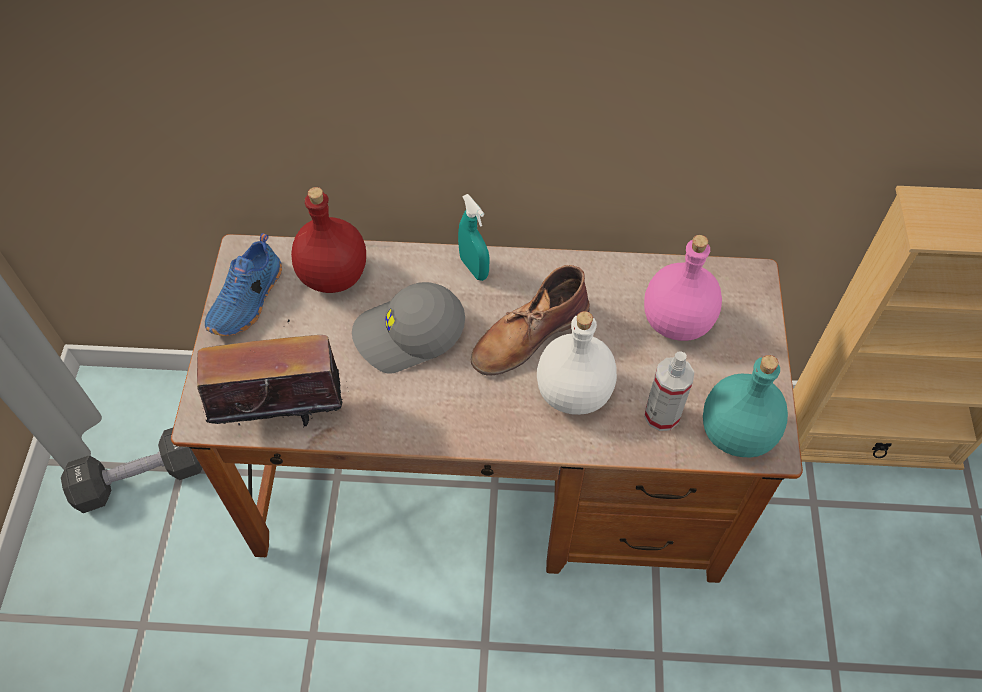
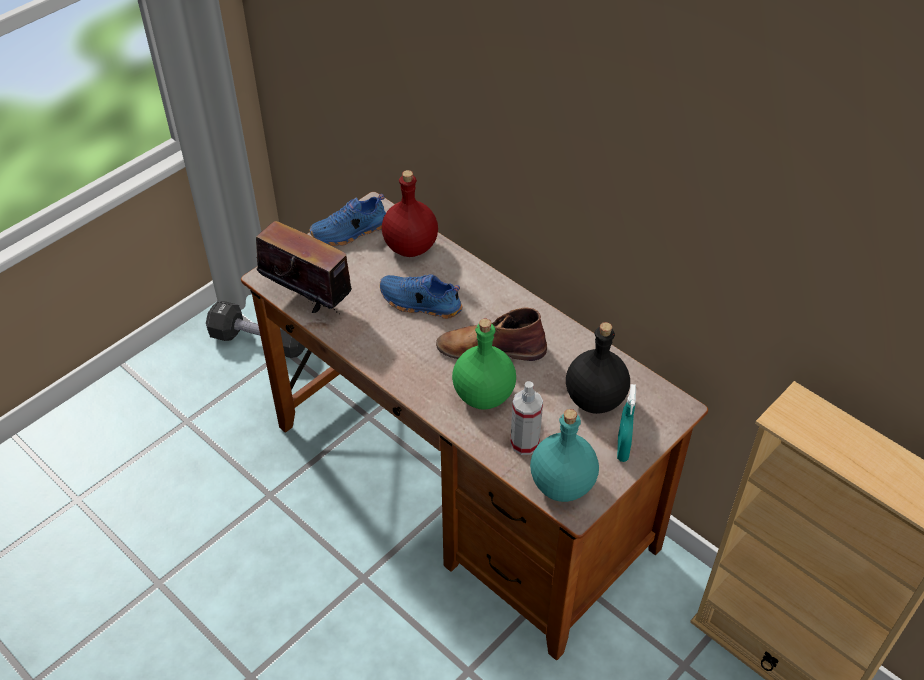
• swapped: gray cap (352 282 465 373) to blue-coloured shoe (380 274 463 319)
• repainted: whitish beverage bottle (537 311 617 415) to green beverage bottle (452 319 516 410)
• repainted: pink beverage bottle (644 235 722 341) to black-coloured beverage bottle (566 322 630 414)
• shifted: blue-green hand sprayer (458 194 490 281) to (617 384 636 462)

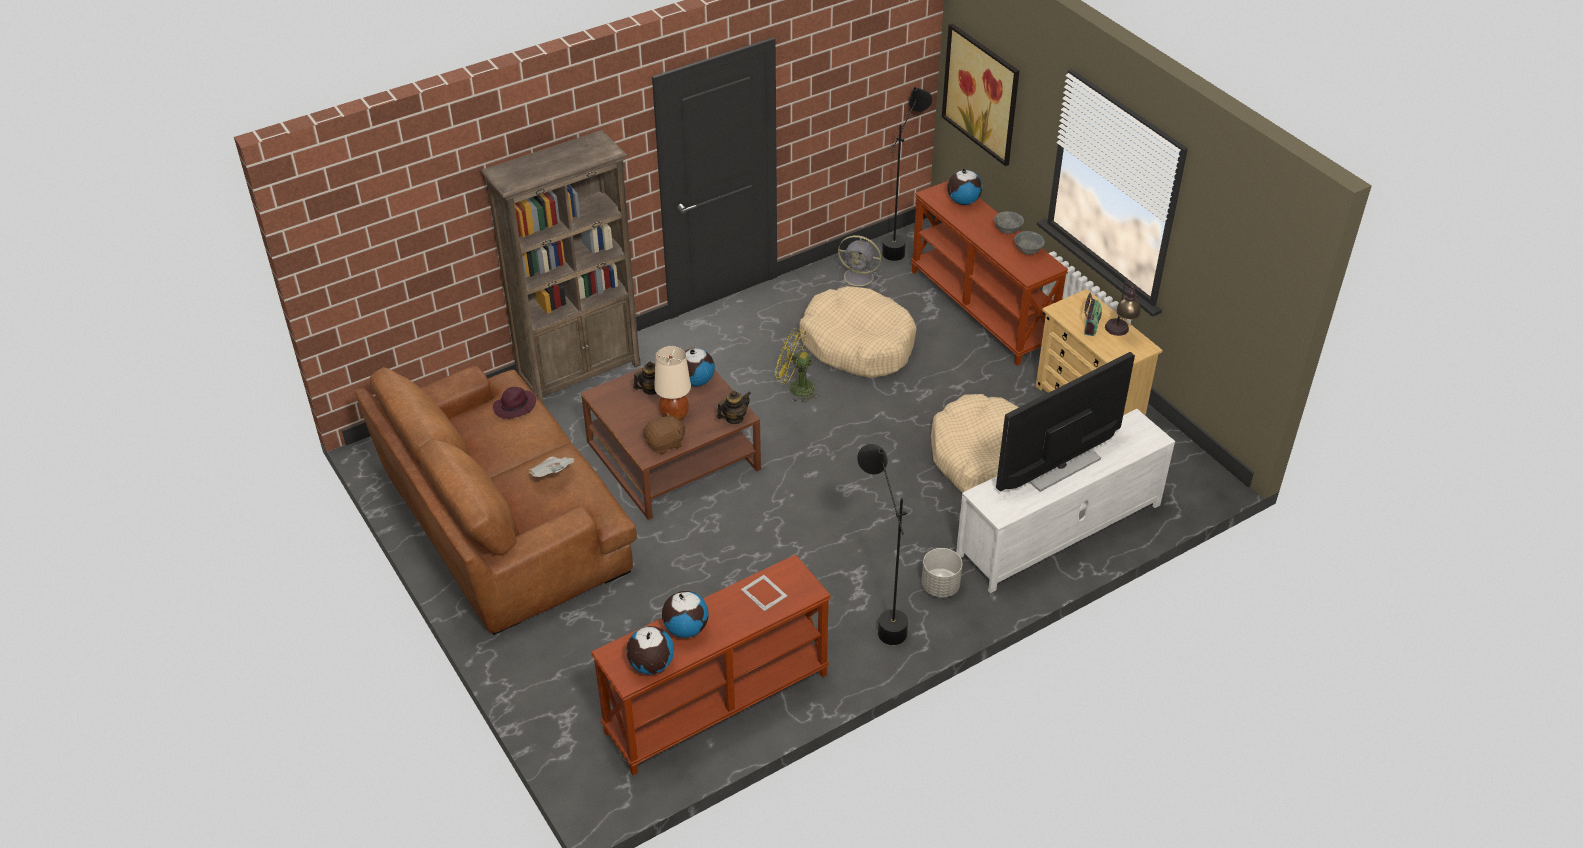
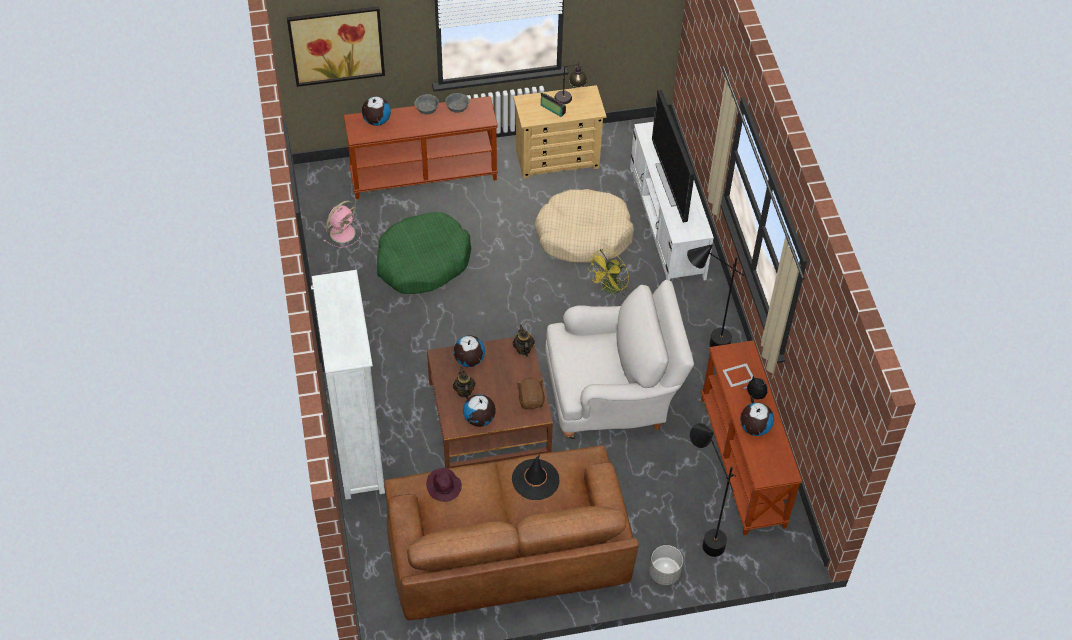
• repainted: brown bookshelf (481 130 641 405) to whitish bookshelf (312 270 385 500)
• repainted: gray fan (837 235 882 289) to pink fan (324 200 362 248)
• repainted: beige pet bed (799 286 916 378) to green pet bed (377 212 471 294)
• shifted: world globe (626 626 674 674) to (463 394 496 427)
• swapped: printed paper (529 457 574 477) to black-coloured hat (512 455 559 500)
• new: whitish easy chair (545 280 694 440)
• shifted: yellow fan (775 328 819 403) to (589 249 629 297)
• shifted: gray plant pot (922 548 962 598) to (650 545 683 585)
• shifted: black-coloured floor lamp (882 87 932 261) to (690 423 735 557)
• new: plush toy (743 375 767 403)
• gone: beige lamp for a table (654 346 691 420)

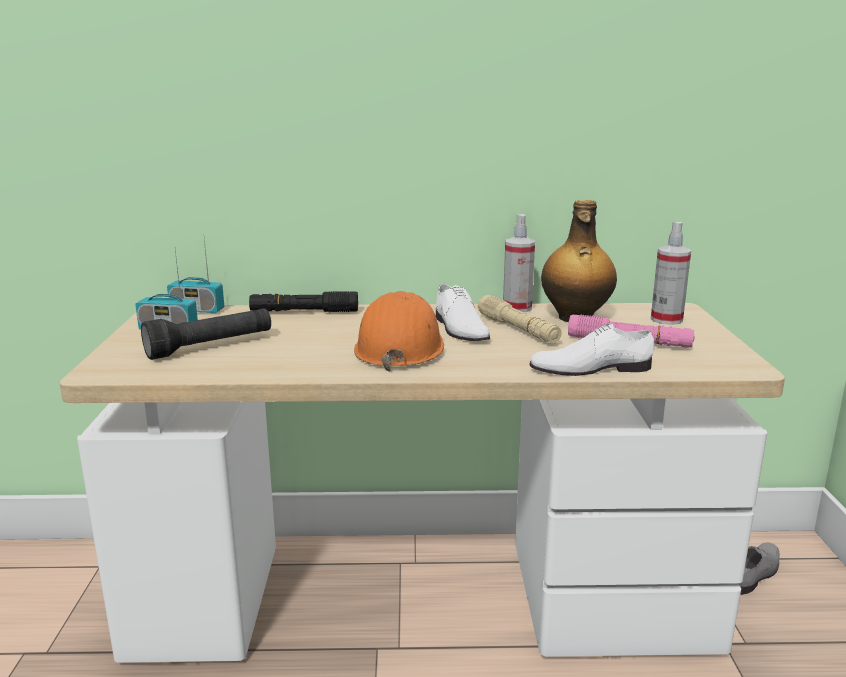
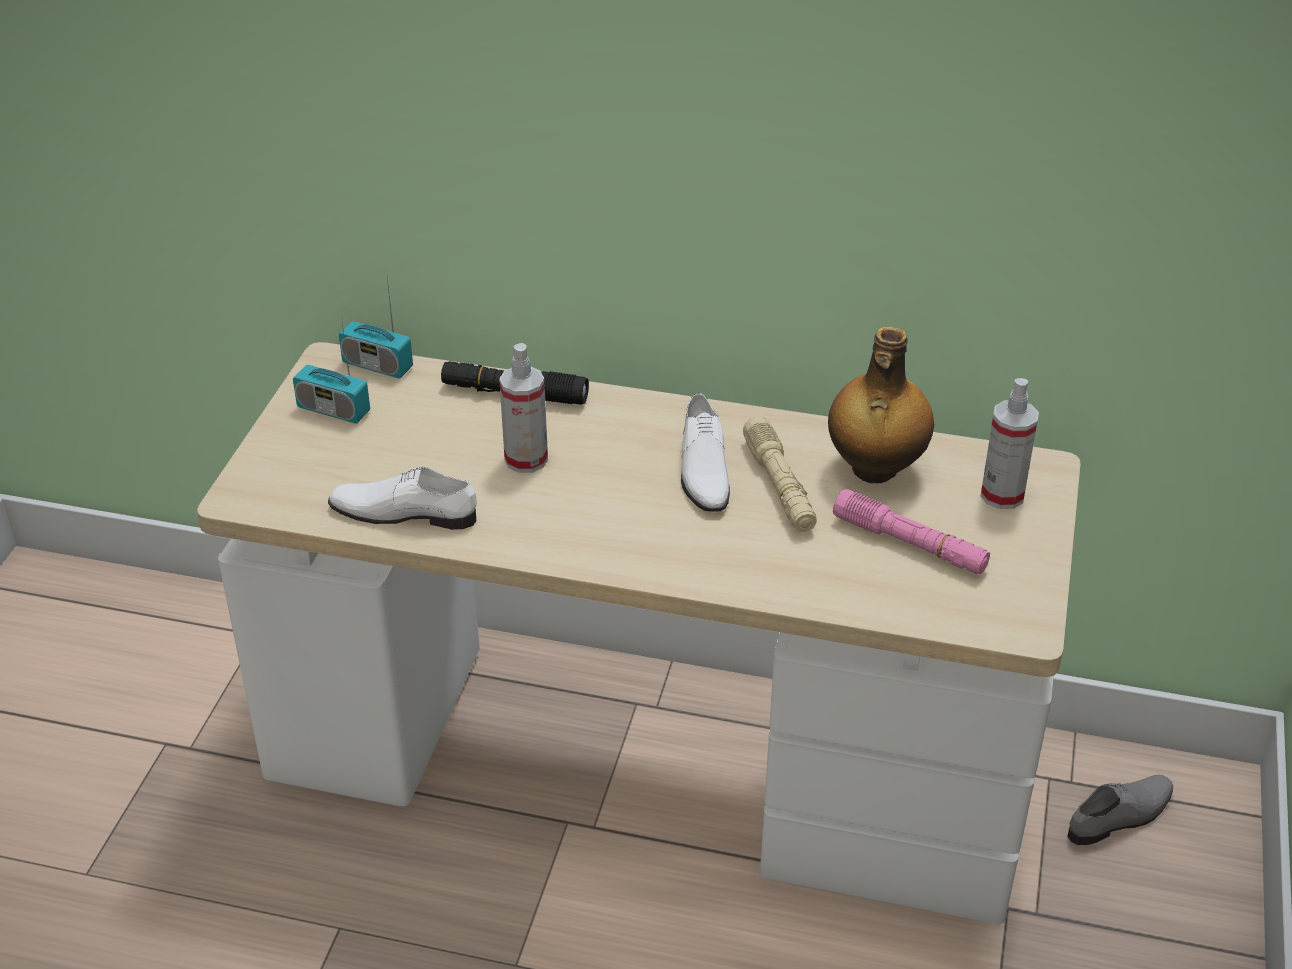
• shifted: whitish shoe (529 324 654 376) to (328 467 477 530)
• shifted: hand sprayer (503 214 535 312) to (499 343 548 473)
• gone: black-coloured flashlight (141 308 271 360)
• gone: orangey hard hat (354 291 444 371)

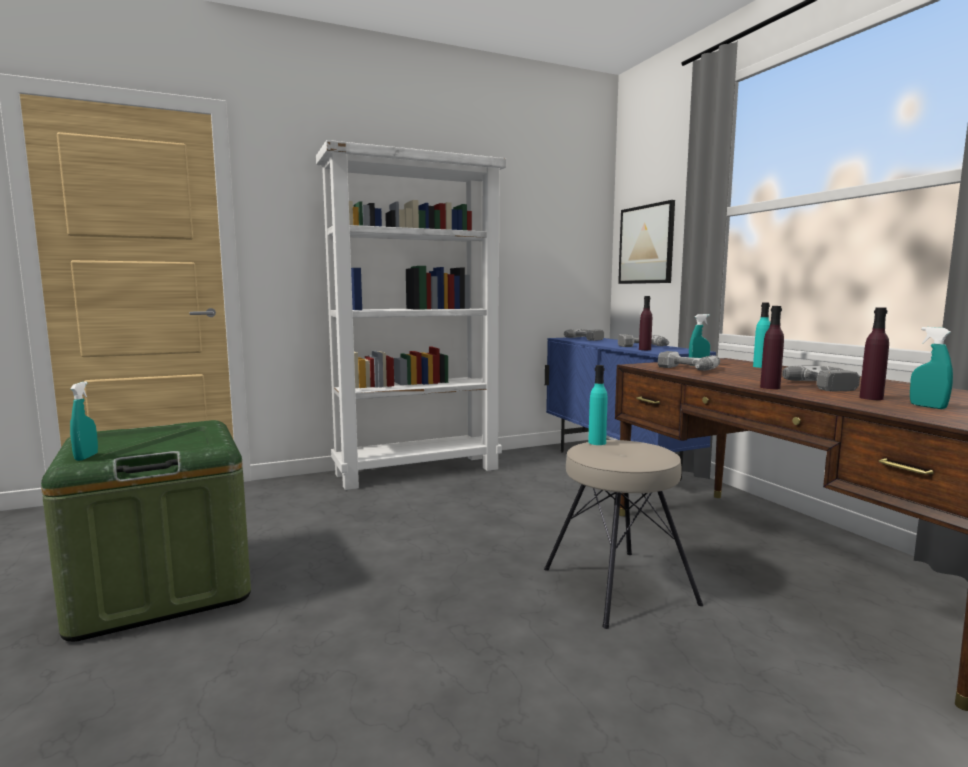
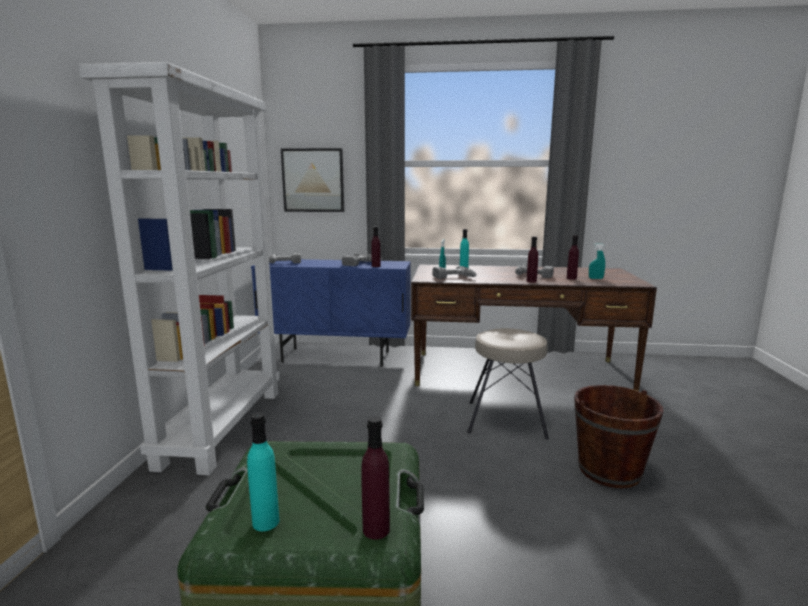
• shifted: blue-green beverage bottle (588 365 607 445) to (247 413 279 531)
• swapped: blue-green hand sprayer (70 382 98 461) to purplish beverage bottle (361 416 390 539)
• new: brown water bucket (574 385 663 488)

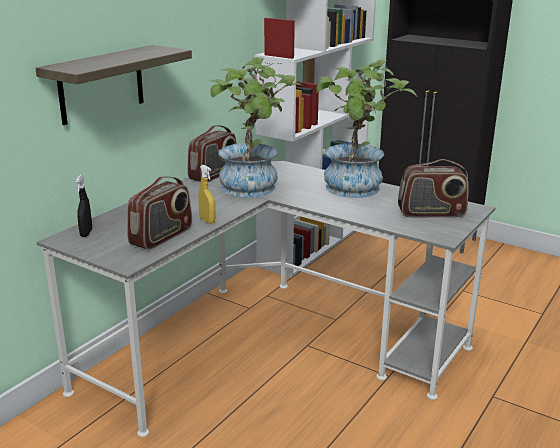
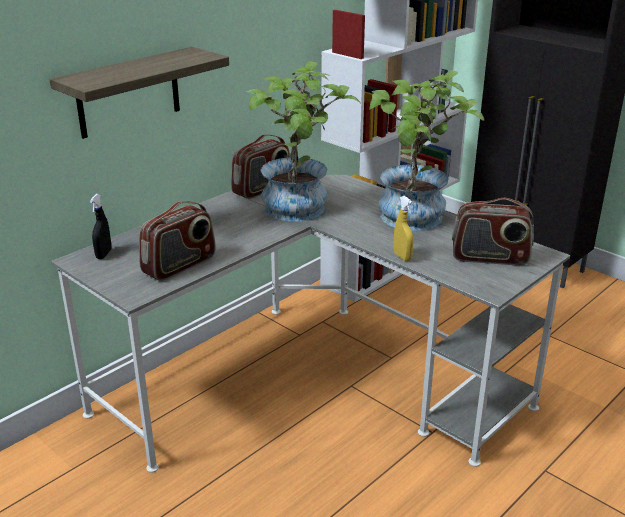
• shifted: yellow hand sprayer (198 165 215 224) to (393 196 413 261)

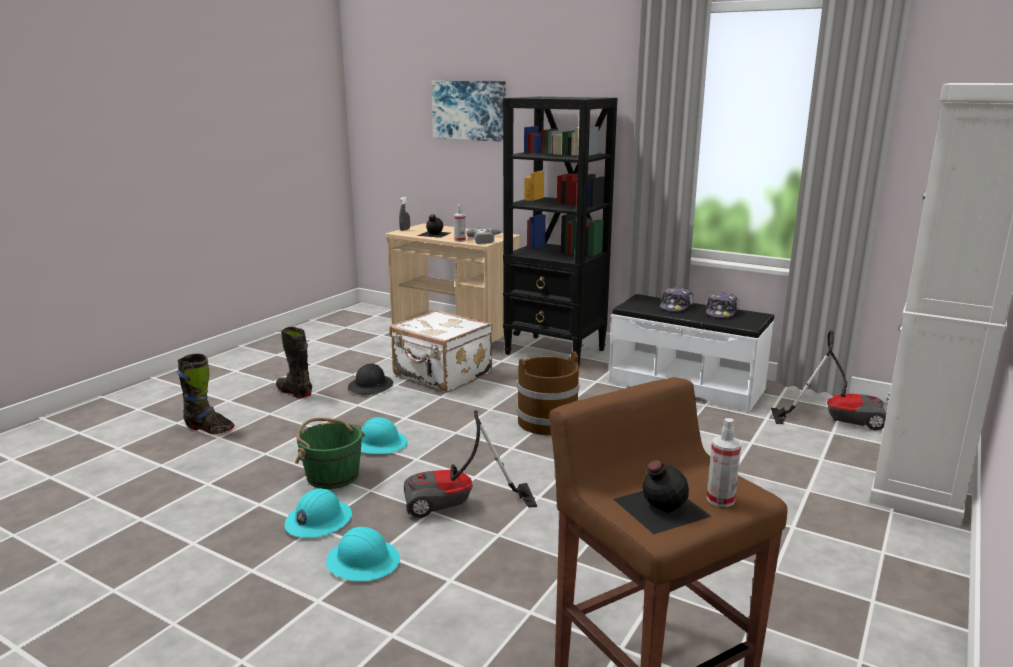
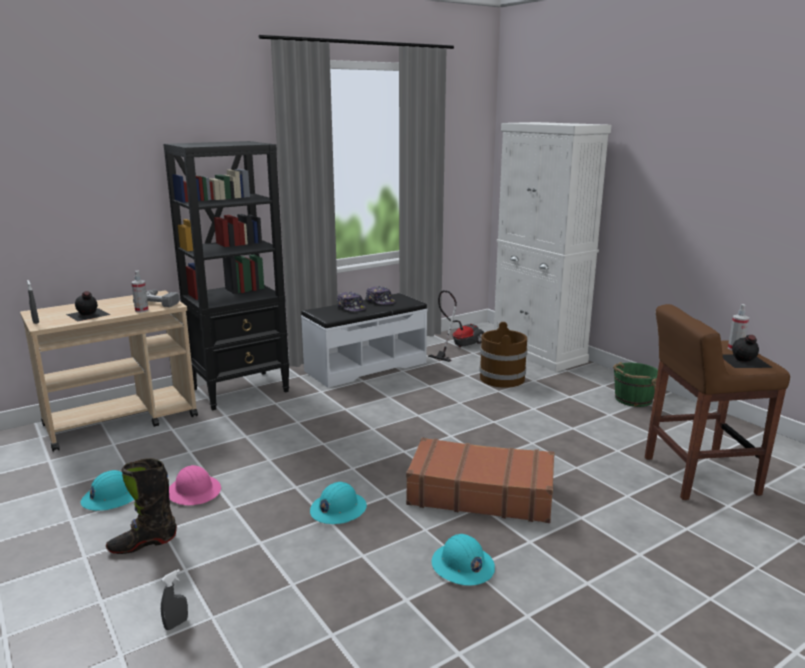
• shifted: blue-green hard hat (326 527 400 581) to (81 470 134 511)
• swapped: black-coloured boot (177 353 234 434) to gray hand sprayer (161 569 188 630)
• repainted: black-coloured hard hat (348 364 393 394) to pink hard hat (169 465 221 505)
• swapped: hoover (404 410 537 518) to brown piece of luggage (406 438 555 523)
• shifted: brown water bucket (517 351 580 435) to (479 322 527 388)
• shifted: green water bucket (295 418 365 489) to (613 362 658 407)
• gone: whitish piece of luggage (389 310 492 392)
• gone: picture (432 81 506 142)

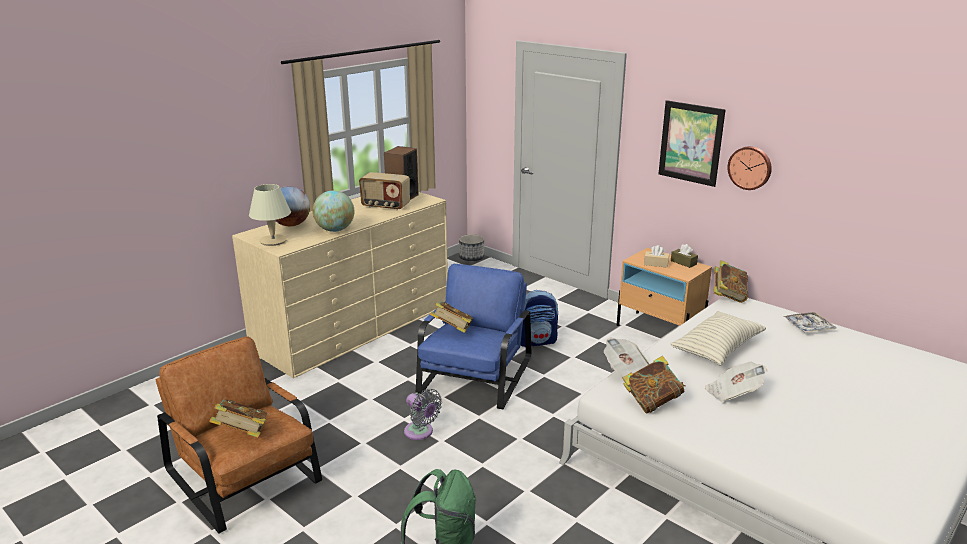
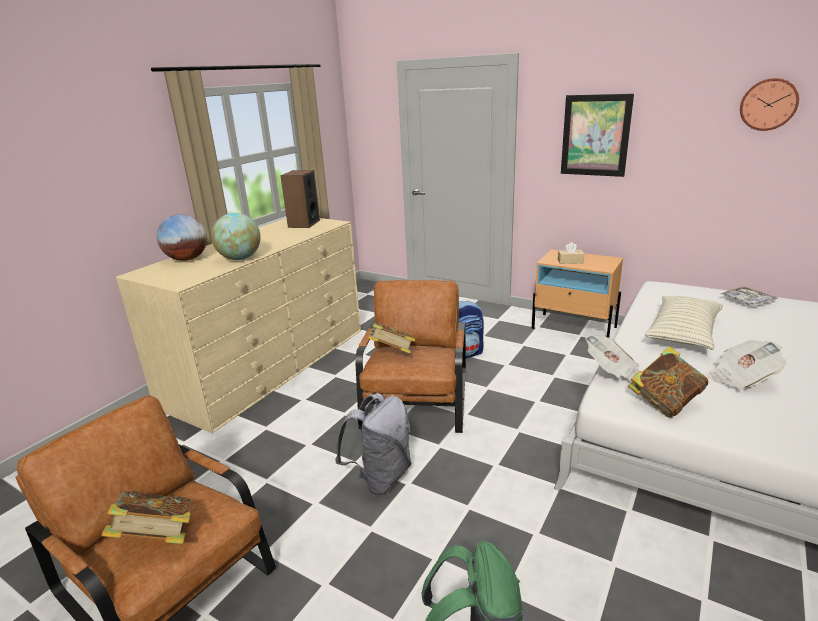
• swapped: gray fan (404 389 442 440) to gray rucksack (335 393 411 495)
• repainted: blue-coloured easy chair (416 264 531 409) to brown easy chair (355 280 466 433)
• shifted: wall clock (727 146 772 190) to (740 78 799 131)
• gone: beige lamp for a table (249 184 291 246)
• gone: radio receiver (359 172 410 210)
• gone: plant pot (459 234 484 261)
• gone: brown tissue holder (671 244 698 268)
• gone: book (714 260 748 303)

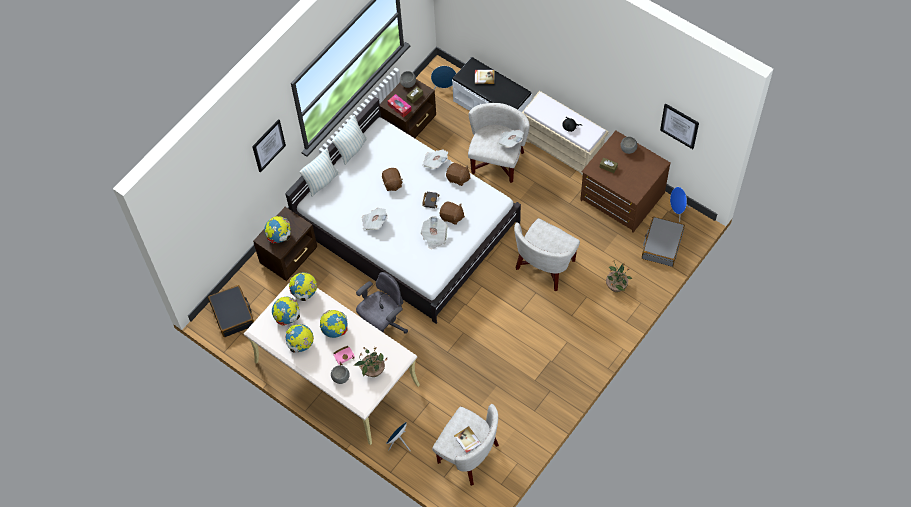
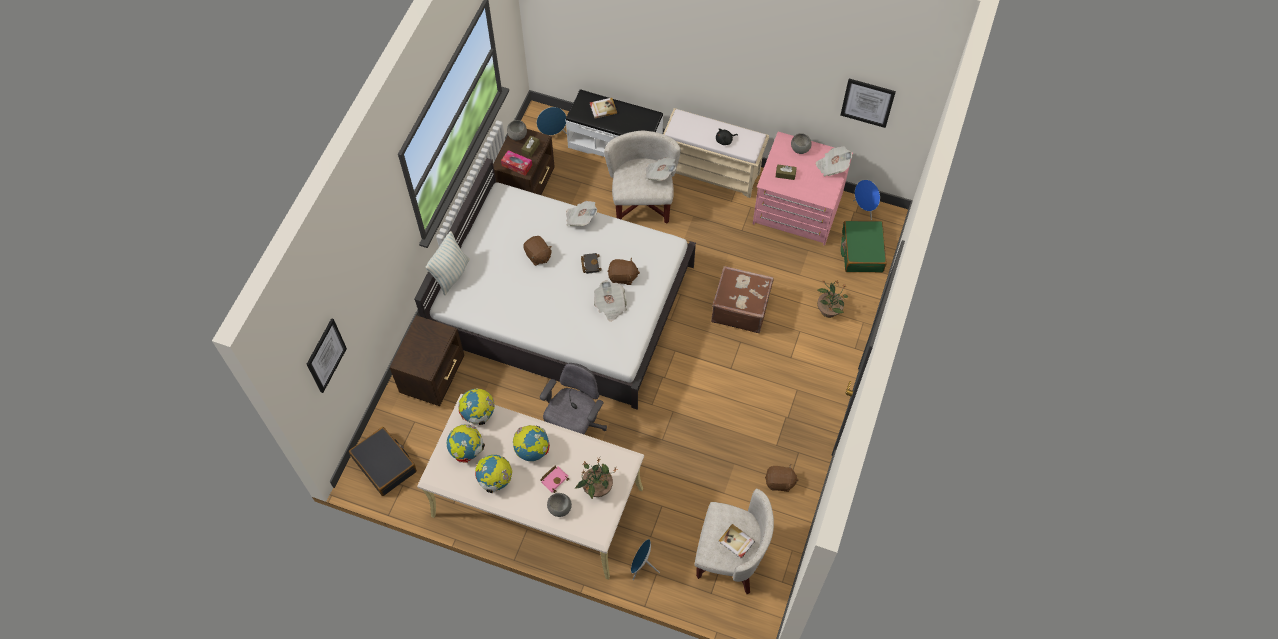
• shifted: picture (252 119 286 173) to (306 318 347 393)
• swapped: whitish easy chair (514 218 580 291) to brown piece of luggage (711 266 774 333)
• repainted: brown dresser (580 130 670 233) to pink dresser (753 132 853 246)
• shifted: brown plush toy (446 163 471 186) to (765 465 799 492)
• shifted: printed paper (362 208 388 230) to (816 146 853 177)
• repainted: gray piece of luggage (642 217 685 267) to green piece of luggage (841 221 887 272)
• gone: world globe (264 216 291 243)
• gone: cushion (332 115 367 165)

